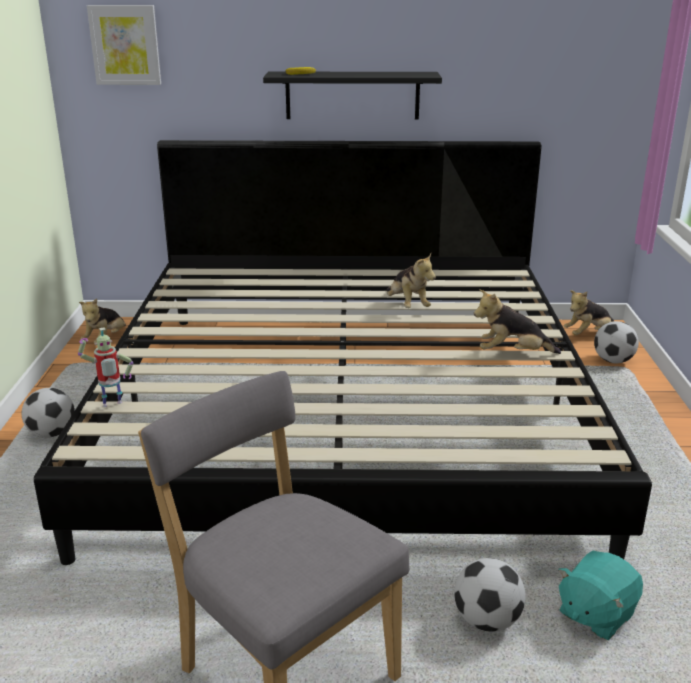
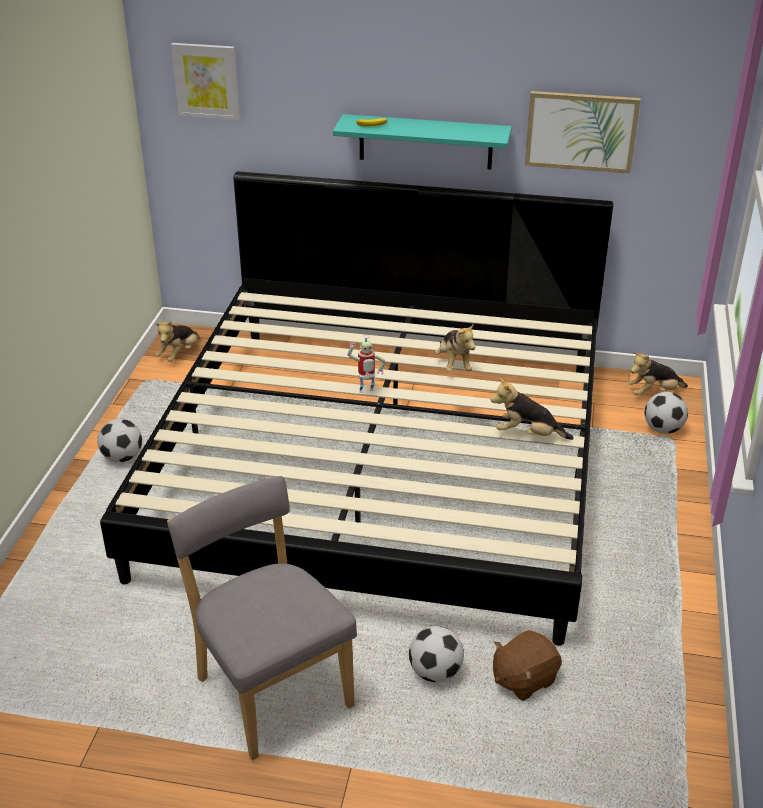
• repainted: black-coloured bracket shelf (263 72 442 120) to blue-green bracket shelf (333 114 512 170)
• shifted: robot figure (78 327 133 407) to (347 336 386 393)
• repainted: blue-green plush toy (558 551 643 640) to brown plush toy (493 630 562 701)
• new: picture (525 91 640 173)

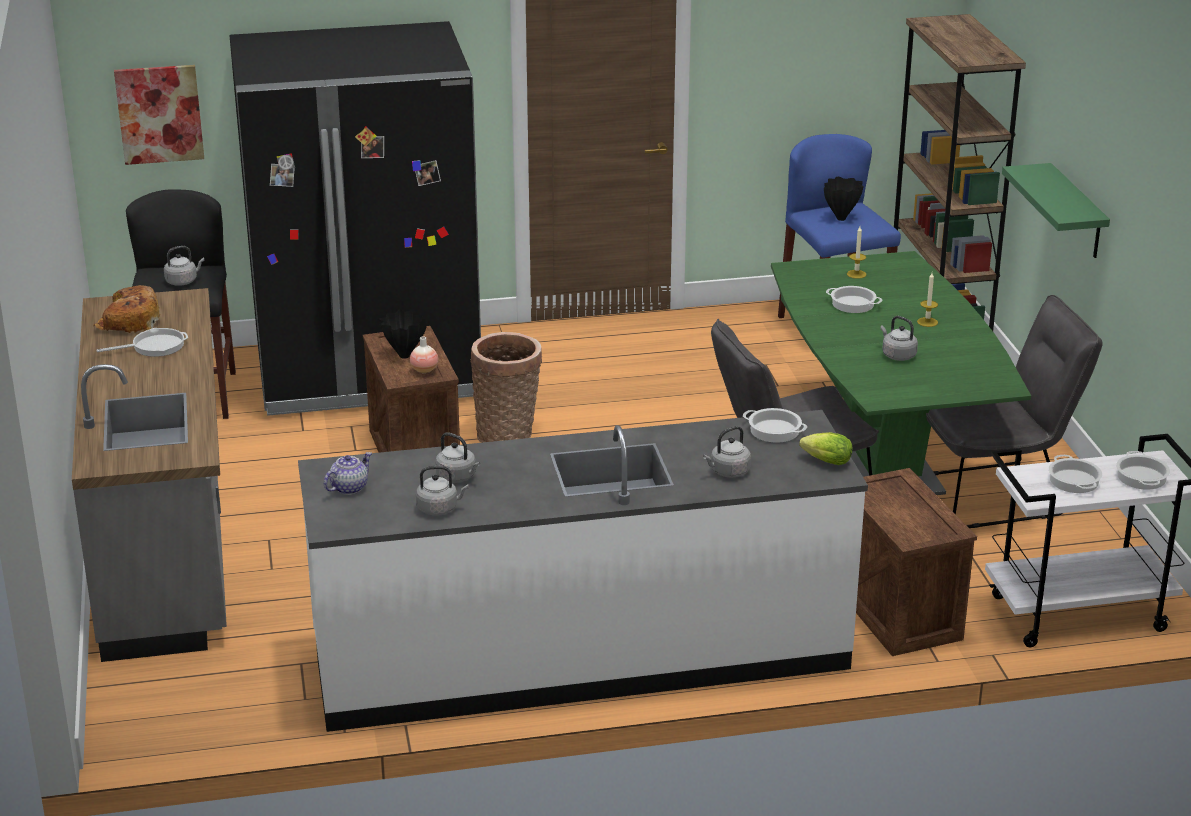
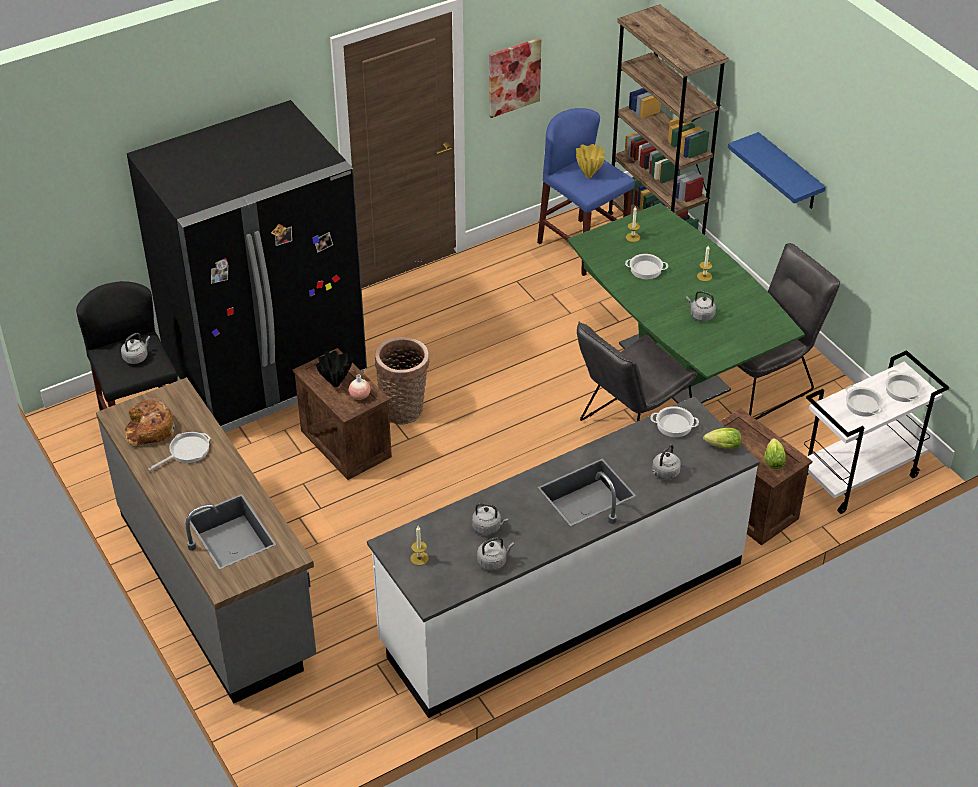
• swapped: pot for tea (324 452 372 495) to wax light (410 526 429 565)
• shifted: picture (114 65 204 165) to (489 38 541 118)
• repainted: black-coloured decorative vase (824 177 864 221) to yellow decorative vase (576 144 605 178)
• repainted: green bracket shelf (1002 163 1110 258) to blue-coloured bracket shelf (728 132 826 209)
• new: lettuce head (764 438 786 469)

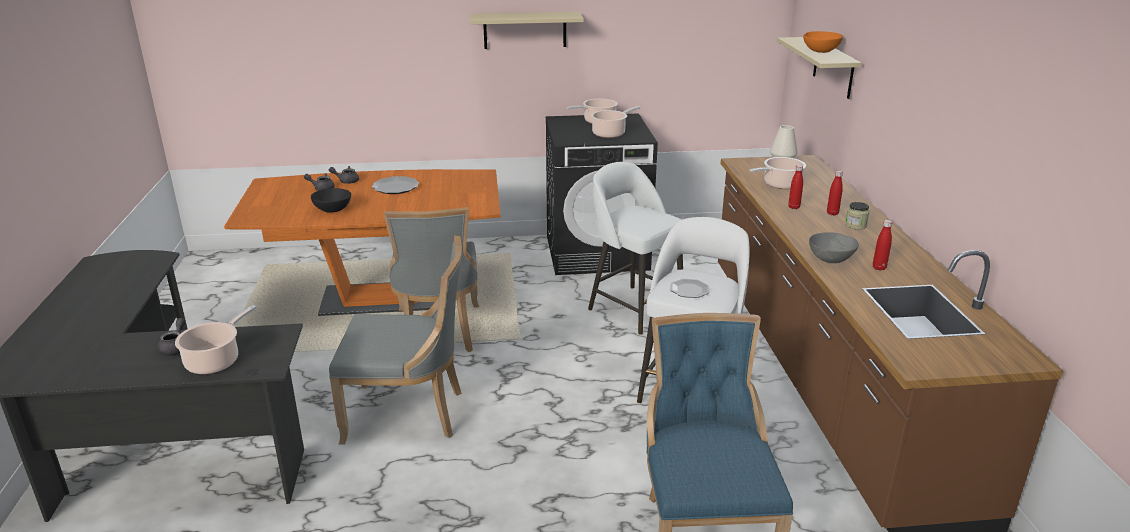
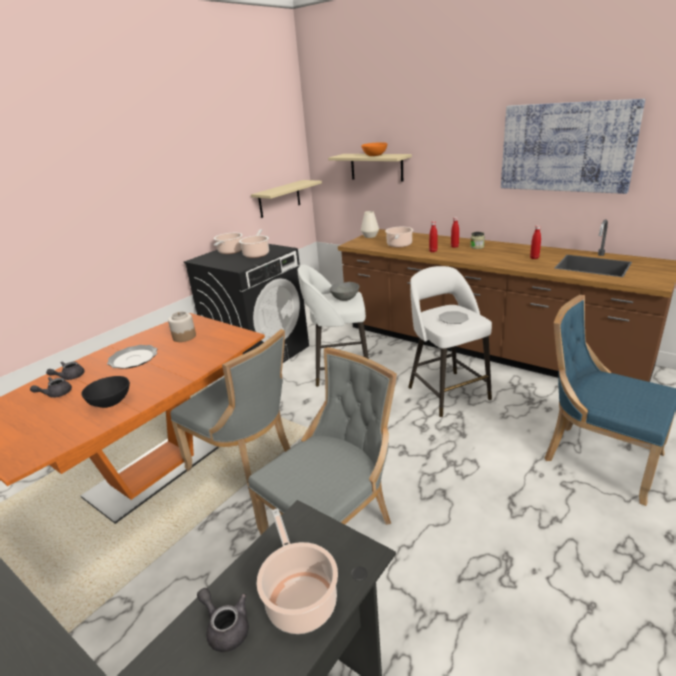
• new: preserve jar (168 311 196 342)
• shifted: beige bracket shelf (470 12 584 49) to (251 180 322 218)
• shifted: gray deep dish (809 232 859 263) to (330 282 359 301)
• new: picture (501 99 645 194)

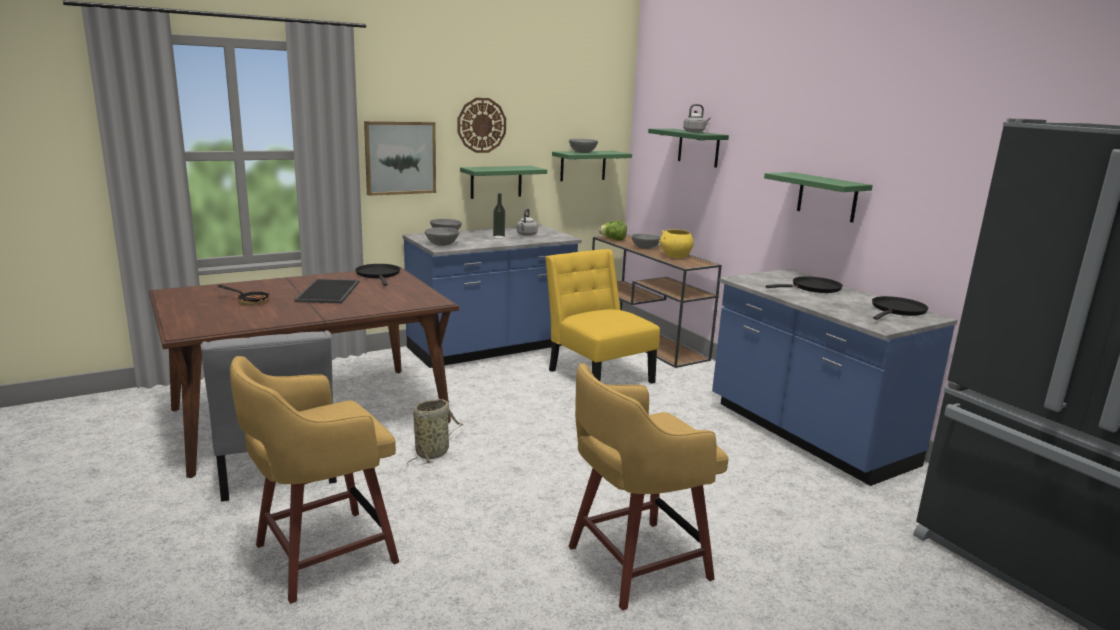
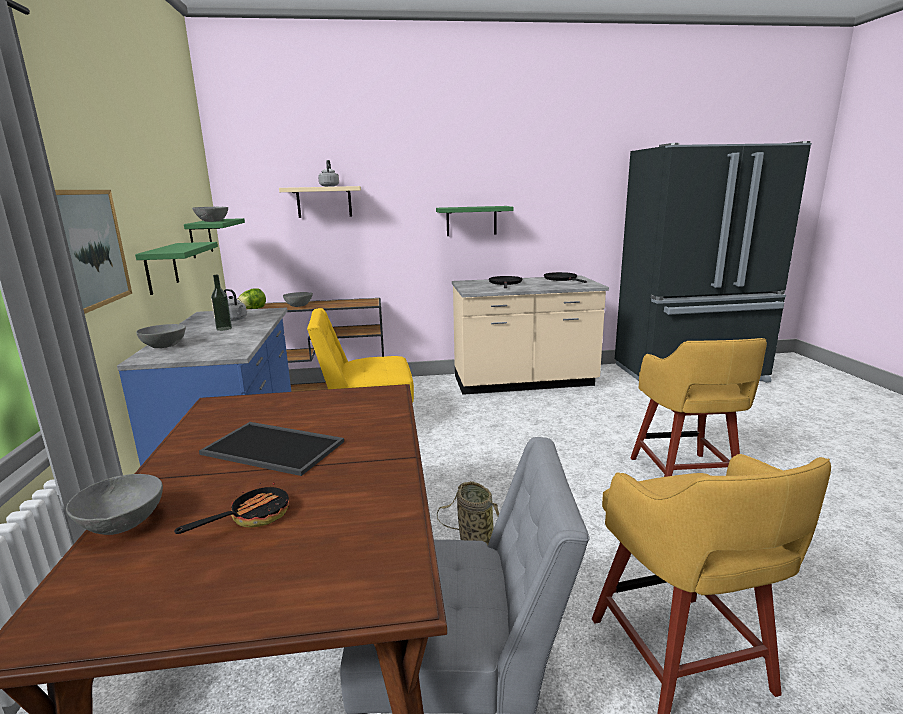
• shifted: gray deep dish (425 227 459 246) to (66 474 163 535)
• repainted: green bracket shelf (648 129 729 168) to beige bracket shelf (279 186 361 218)
• repainted: blue-coloured kitchen base unit (712 269 957 486) to beige kitchen base unit (452 275 609 395)
• gone: black-coloured frying pan (355 264 400 286)
• gone: wall clock (458 98 506 153)
• gone: yellow deep dish (659 229 693 258)

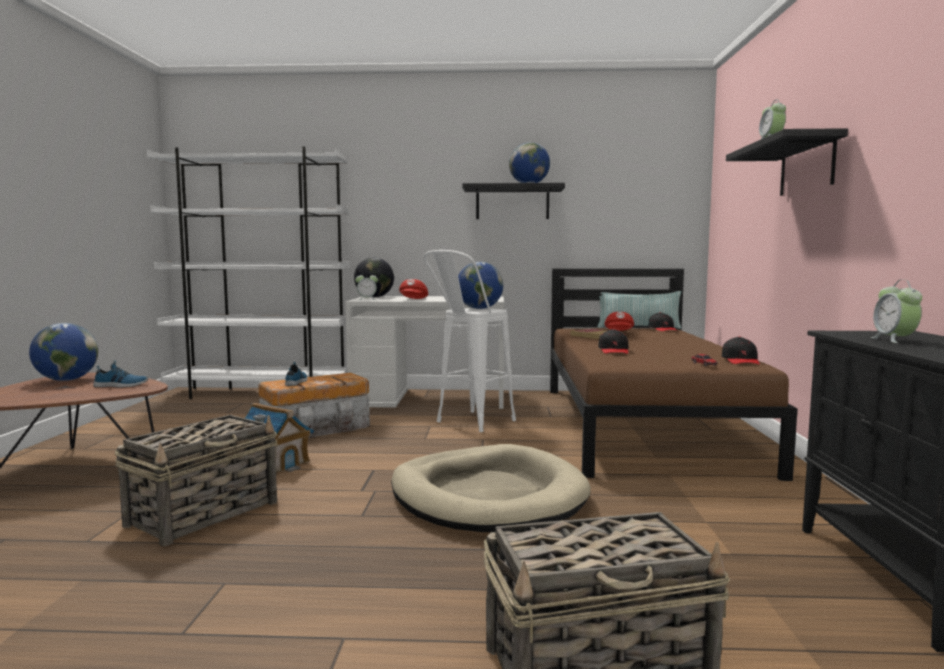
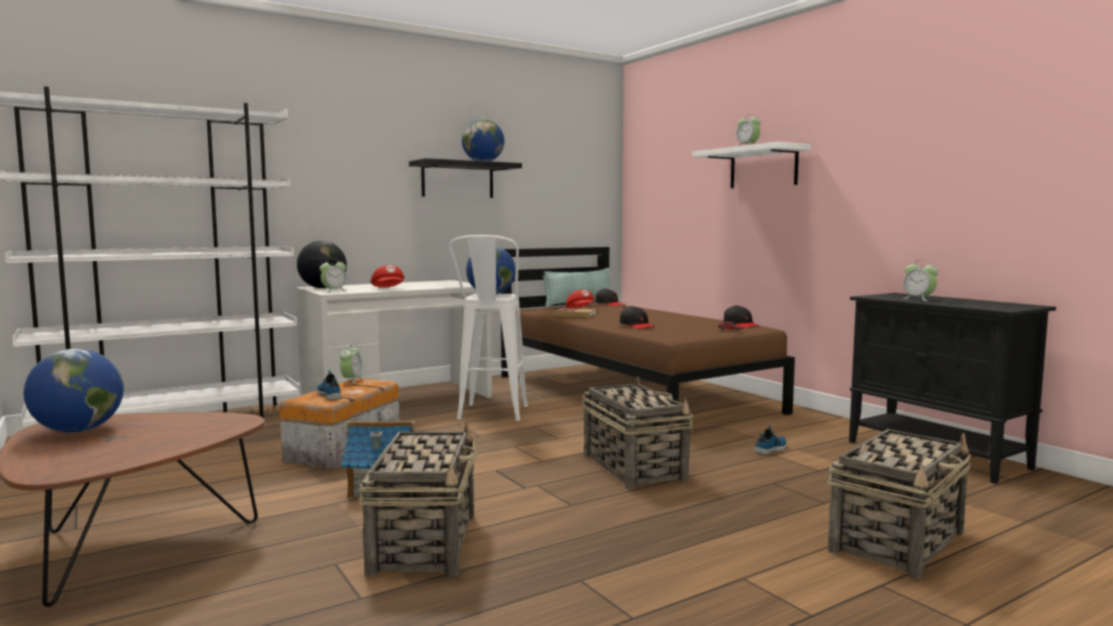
• new: alarm clock (340 344 363 384)
• swapped: beige pet bed (391 444 591 532) to household basket (582 376 694 490)
• repainted: black-coloured bracket shelf (726 128 848 196) to whitish bracket shelf (692 142 811 188)
• shifted: shoe (93 360 148 387) to (755 426 787 455)

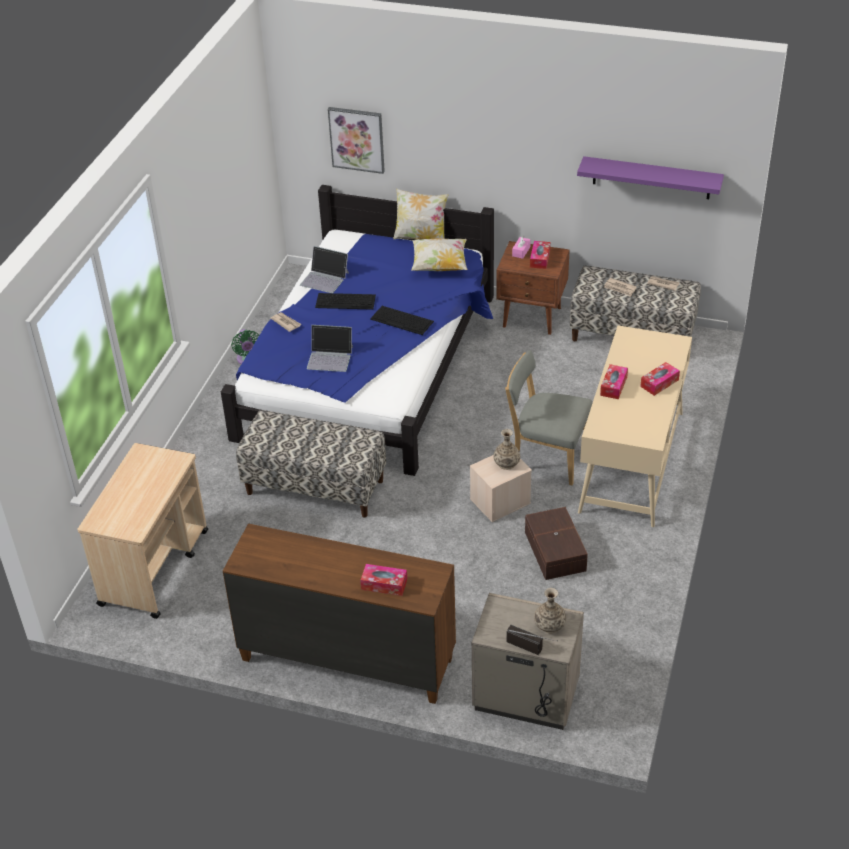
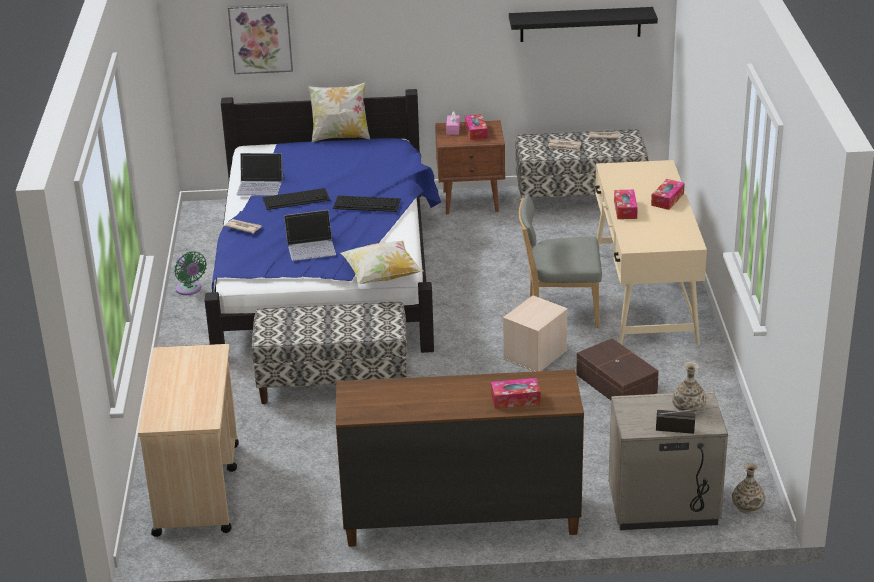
• shifted: cushion (411 238 468 271) to (341 240 423 284)
• repainted: purplish bracket shelf (577 156 724 199) to black-coloured bracket shelf (509 7 658 42)
• shifted: decorative vase (493 429 520 470) to (732 462 765 514)

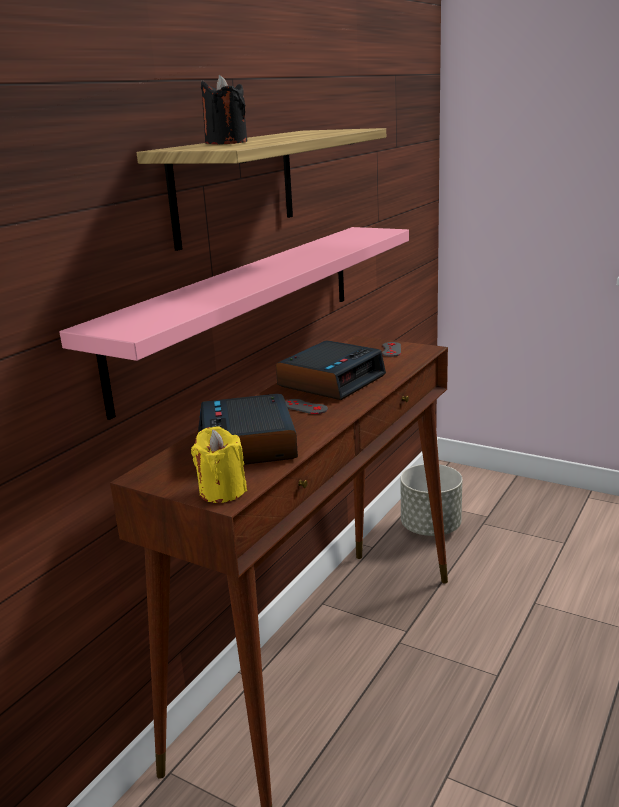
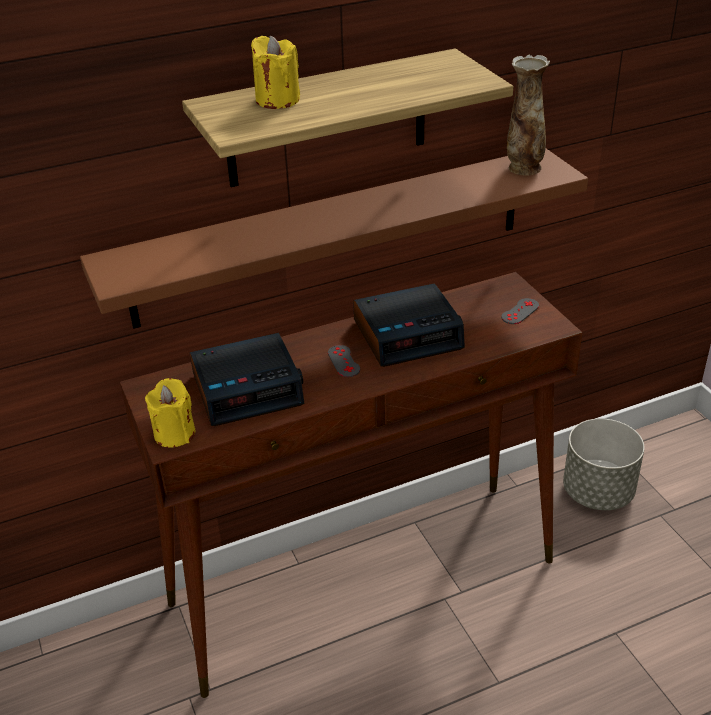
• repainted: pink bracket shelf (60 227 409 420) to brown bracket shelf (80 149 588 329)
• rotated: alarm clock (198 394 298 465) = (190 333 305 426) 135 degrees counterclockwise
• repainted: black-coloured wax light (201 75 247 144) to yellow wax light (251 36 300 109)
• new: decorative vase (507 55 550 175)

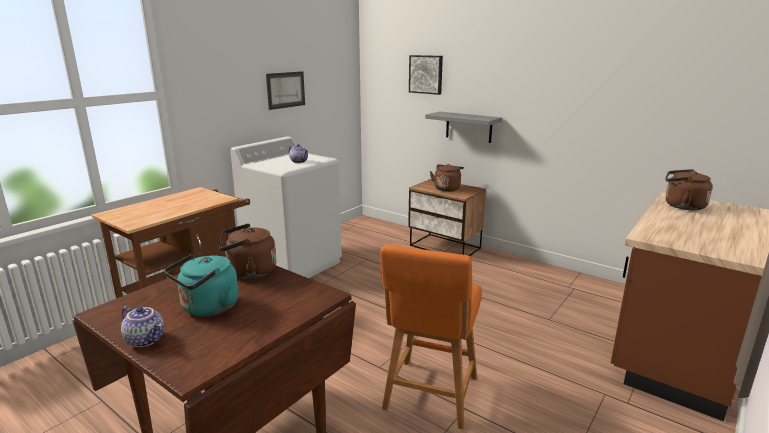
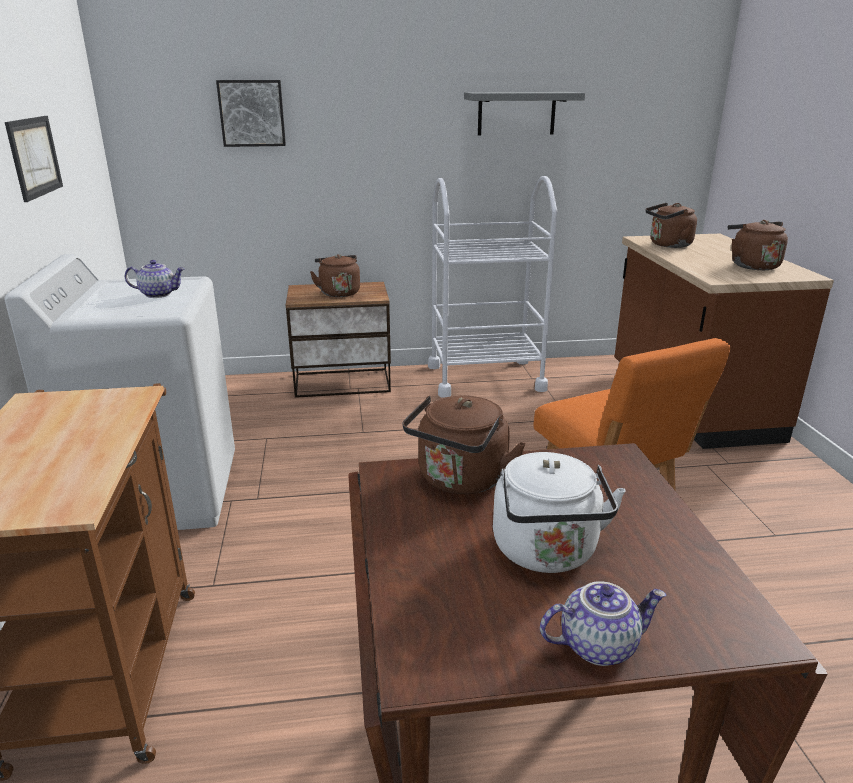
• new: whitish cart (428 176 557 398)
• shifted: gray bracket shelf (425 112 502 143) to (464 92 585 135)
• repainted: blue-green water kettle (164 254 239 317) to whitish water kettle (493 452 626 573)
• new: brown water kettle (728 220 788 270)

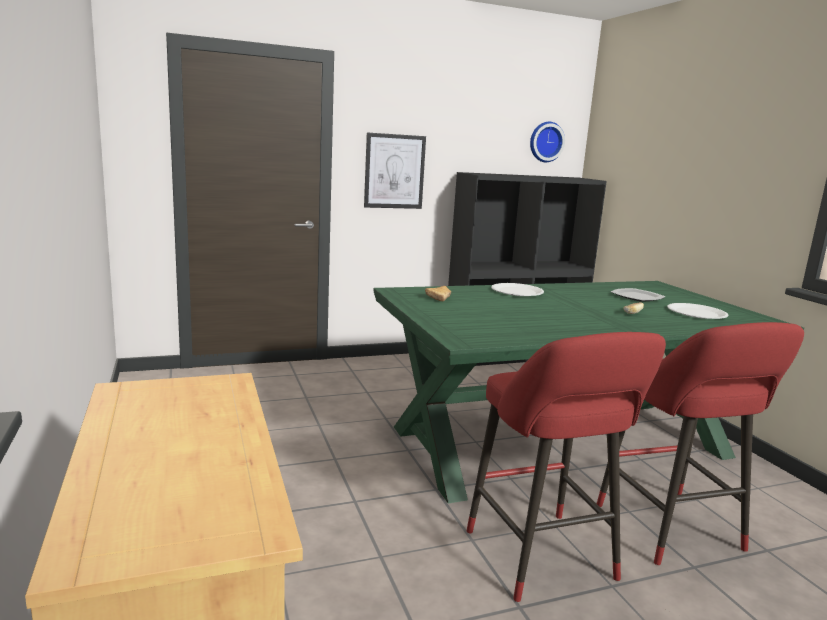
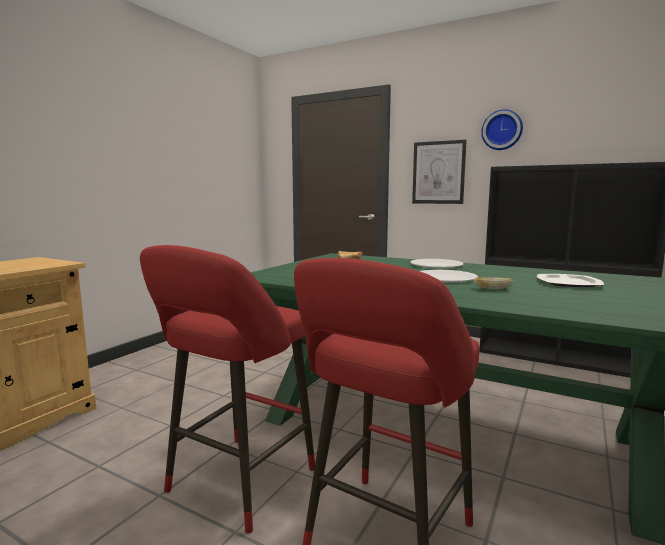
• shifted: whitish dinner plate (667 303 729 319) to (420 270 478 283)
• shifted: wall clock (530 122 565 162) to (481 109 523 150)

